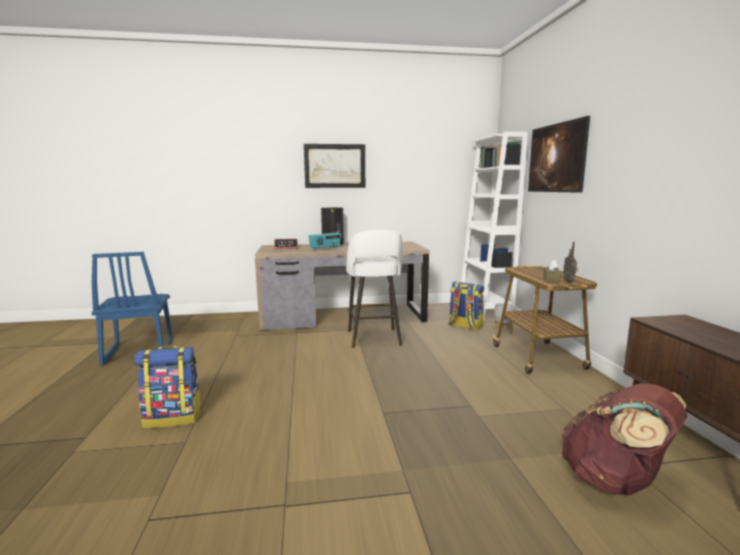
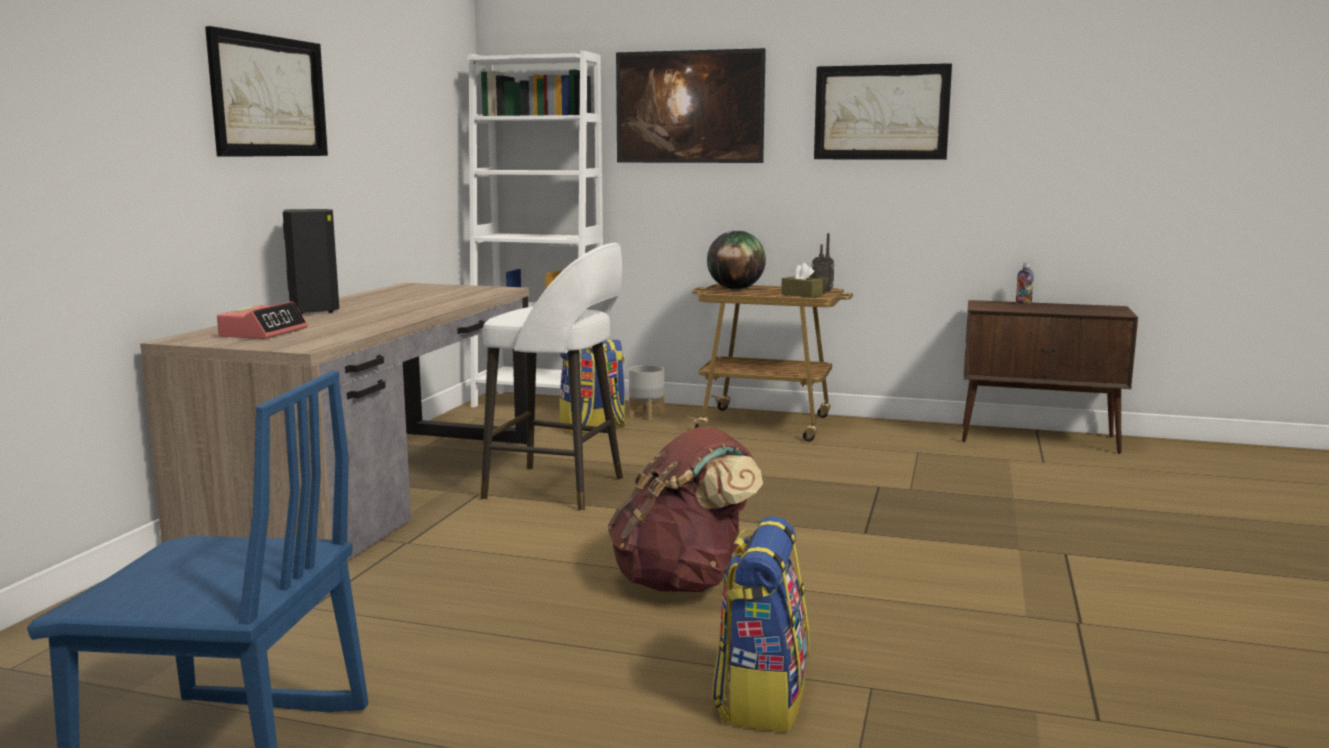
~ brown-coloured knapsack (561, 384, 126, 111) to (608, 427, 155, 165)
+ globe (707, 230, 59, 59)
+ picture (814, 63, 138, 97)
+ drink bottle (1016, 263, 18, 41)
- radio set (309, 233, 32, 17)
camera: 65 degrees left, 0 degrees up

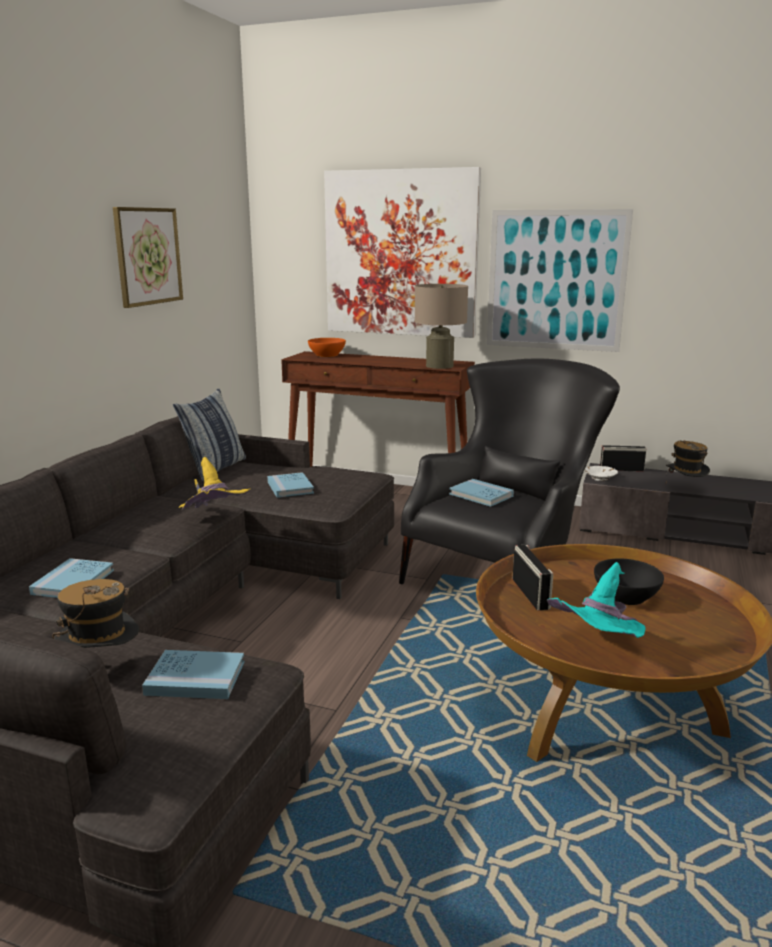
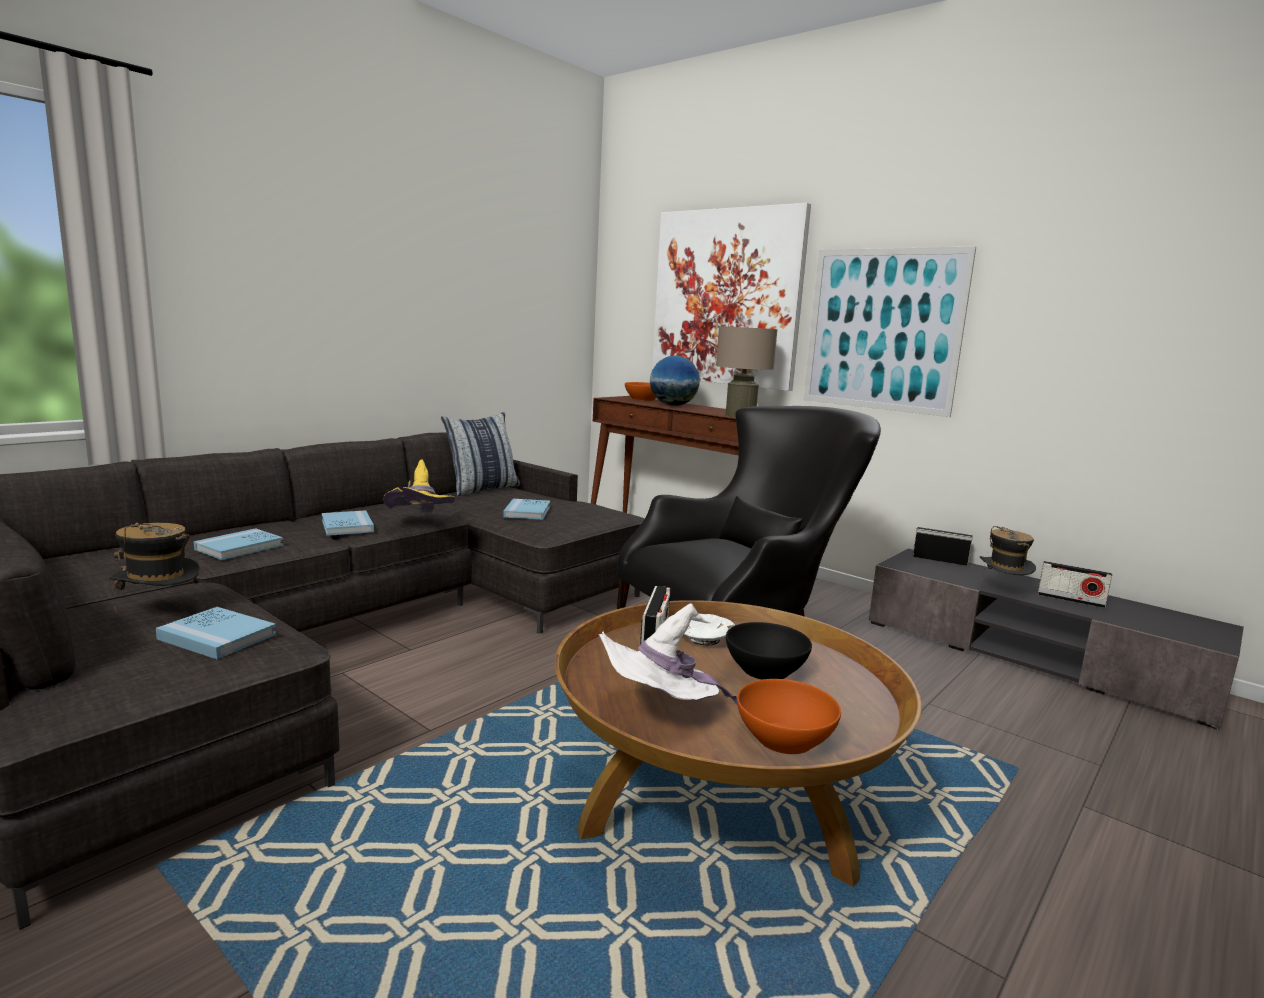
~ blue bound book (449, 479, 65, 28) to (322, 510, 52, 26)
~ turquoise-coloured hat (547, 562, 99, 76) to white hat (599, 603, 138, 101)
+ globe (650, 355, 50, 51)
~ white bowl (584, 466, 34, 15) to (684, 613, 51, 32)
+ orange-coloured bowl (737, 679, 104, 75)
+ radio set (1038, 561, 74, 47)
- picture (113, 207, 70, 101)
camera: 20 degrees right, 5 degrees down

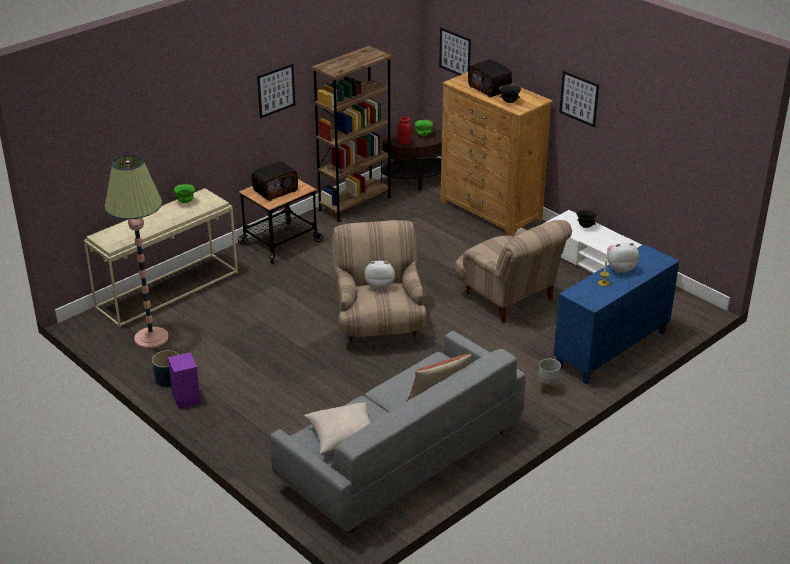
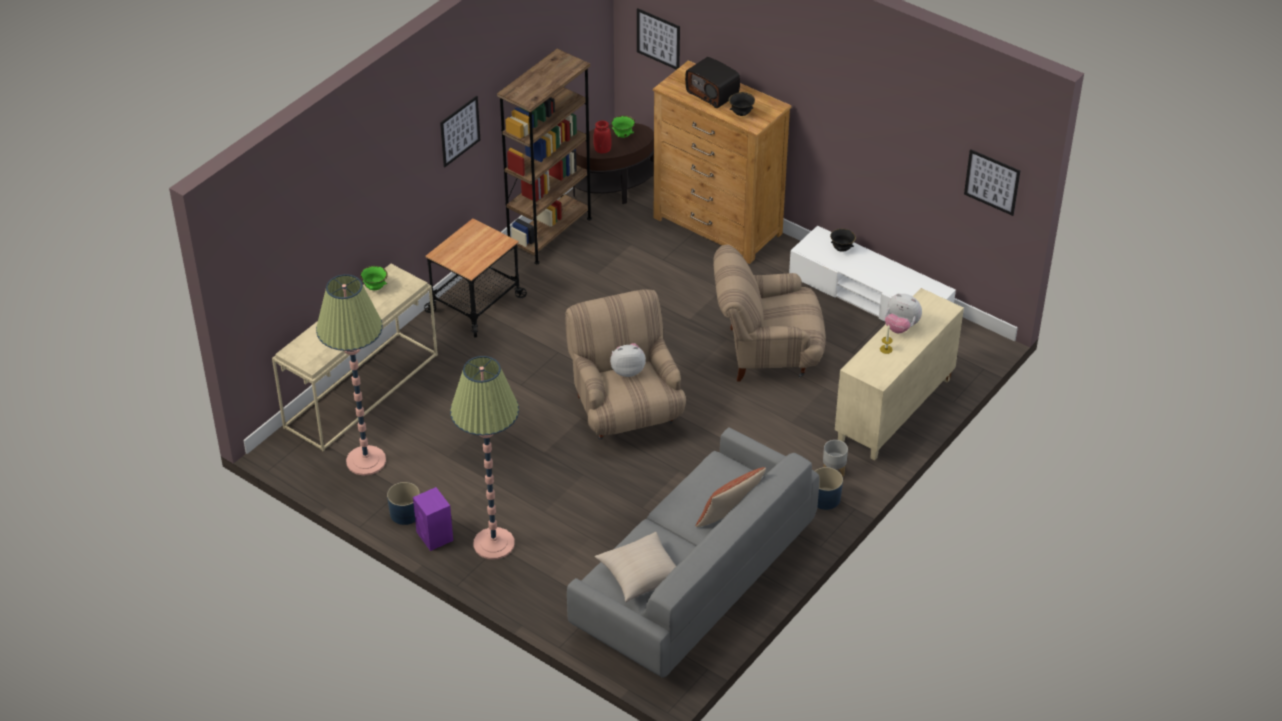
+ floor lamp (450, 356, 69, 203)
~ beige lounge chair (455, 220, 117, 103) = (713, 245, 113, 137) 135 degrees clockwise
+ blue plant pot (815, 467, 28, 43)
~ blue cupboard (554, 244, 125, 140) to beige cupboard (835, 288, 129, 173)
~ cuddly toy (607, 243, 32, 30) = (885, 293, 37, 40) 135 degrees counterclockwise
~ picture (559, 71, 40, 56) to (964, 149, 56, 67)
- radio set (252, 161, 46, 40)
camera: 10 degrees left, 10 degrees up

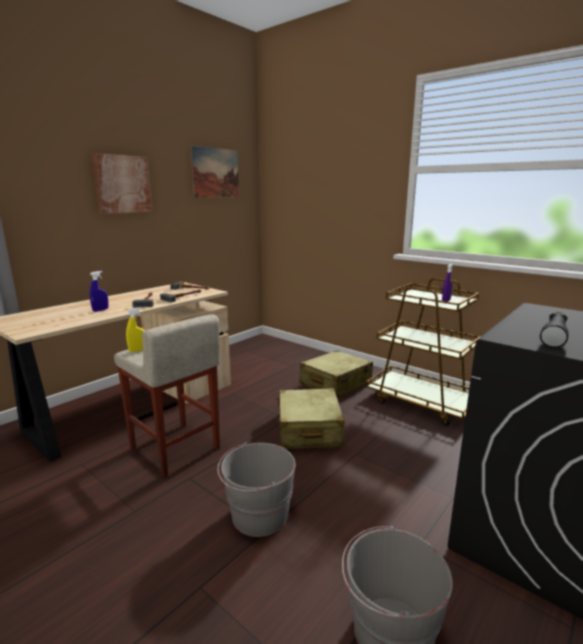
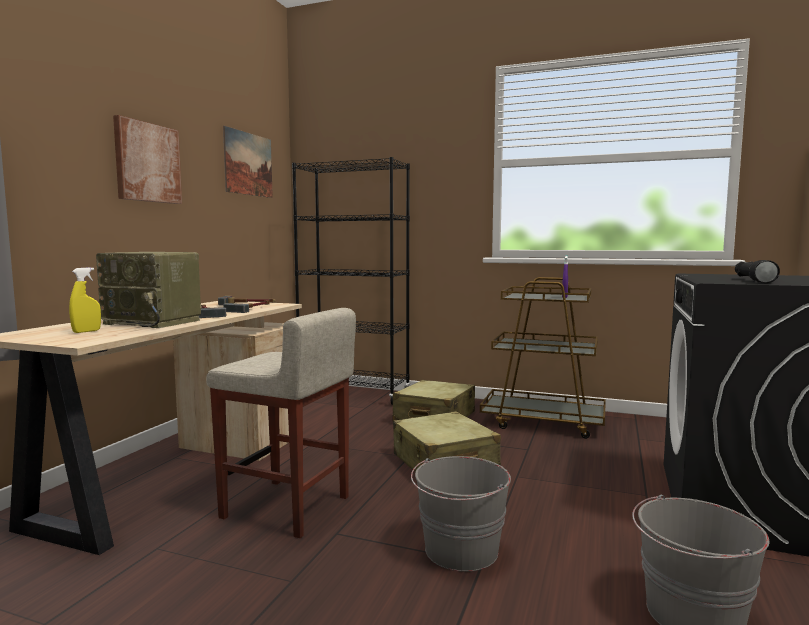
~ yellow hand sprayer (126, 308, 19, 44) to (69, 267, 32, 66)
~ blue hand sprayer (90, 271, 19, 41) to radio set (96, 252, 105, 76)
+ black-coloured shelving unit (292, 157, 118, 248)
camera: 20 degrees left, 10 degrees down

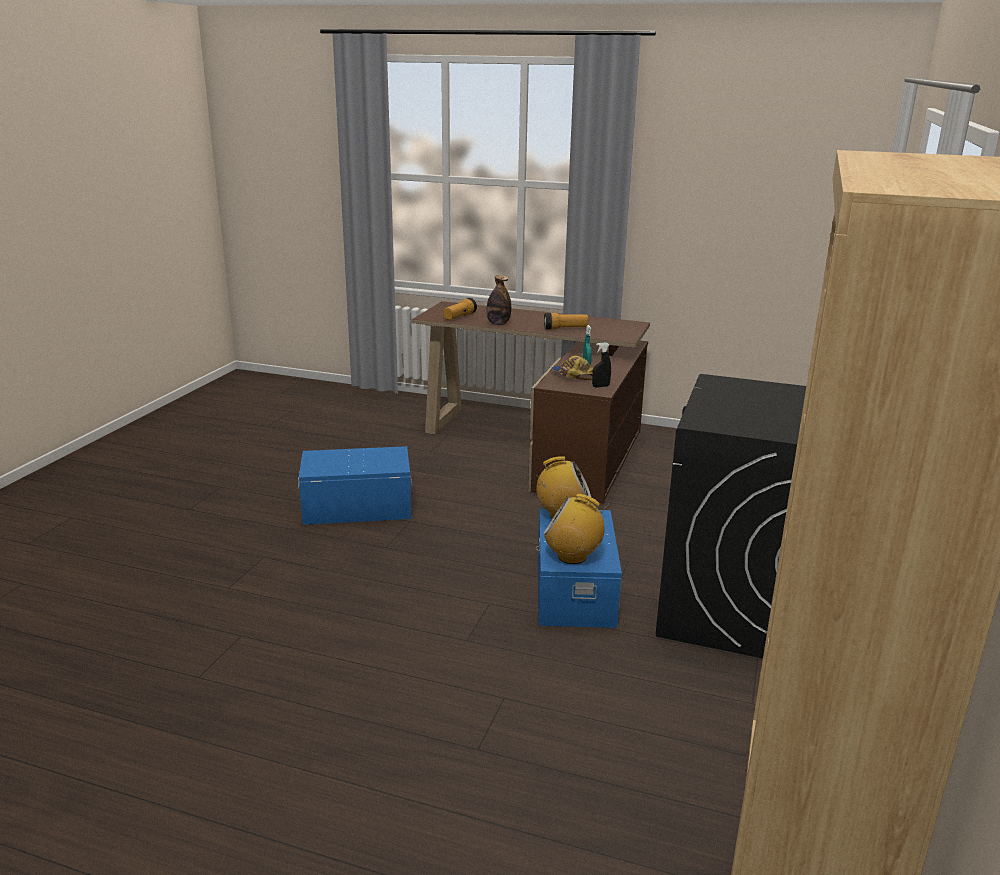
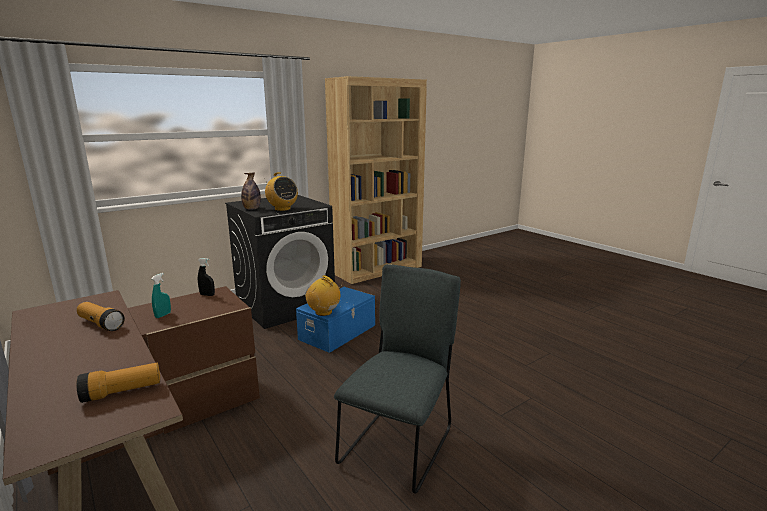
~ drink bottle (486, 275, 25, 50) to (241, 173, 20, 37)
~ radio set (543, 494, 67, 70) to (265, 172, 33, 39)
~ blue storage bin (298, 446, 115, 79) to gray chair (334, 264, 127, 230)
- baseball cap (551, 356, 42, 24)
camera: 145 degrees left, 5 degrees down

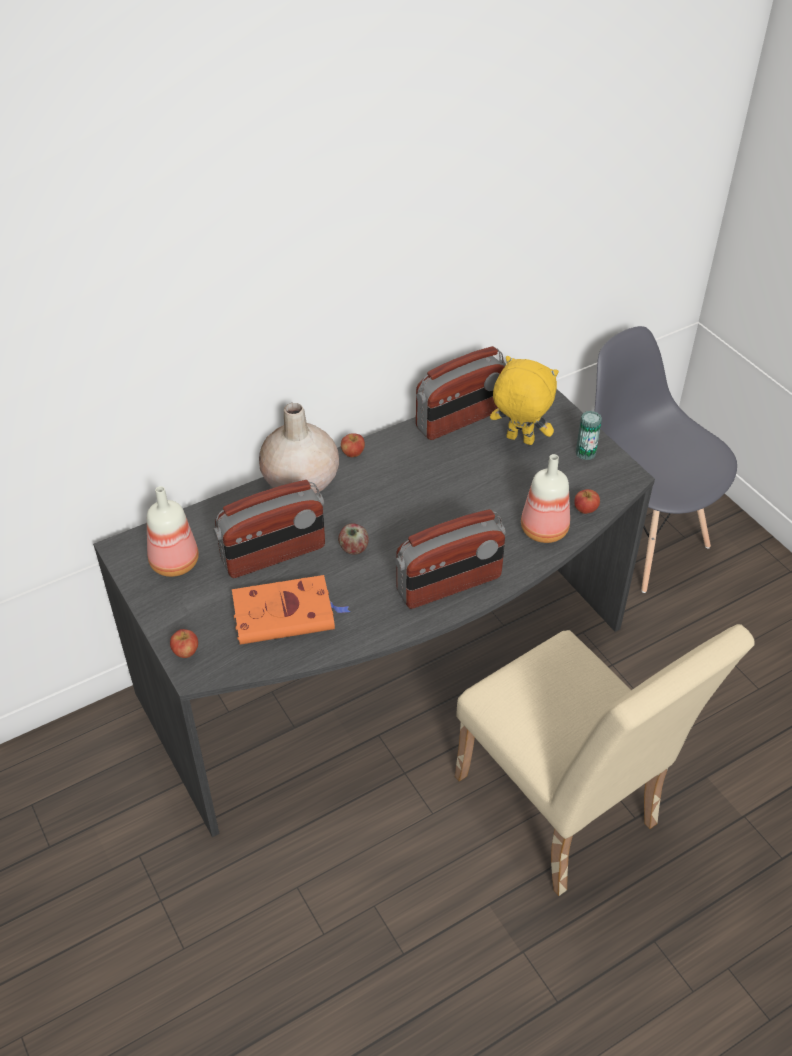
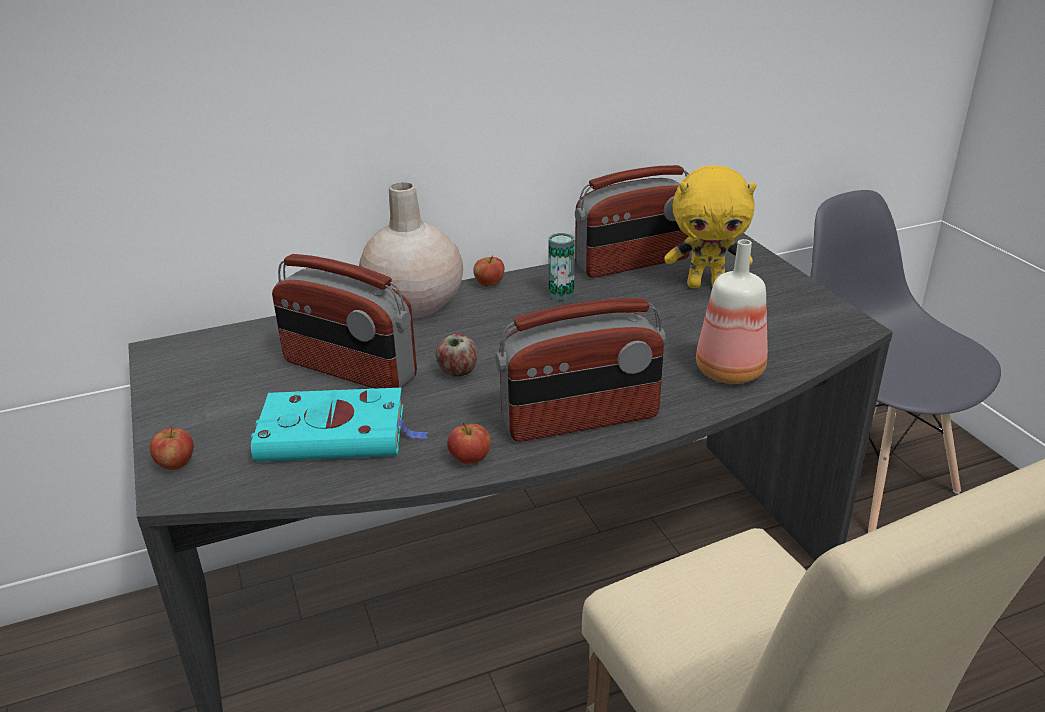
~ orange-coloured bound book (232, 575, 118, 70) to turquoise-coloured bound book (250, 388, 178, 74)
~ radio set (213, 480, 112, 98) = (272, 254, 145, 135) 45 degrees clockwise
~ whole apple (574, 489, 26, 25) to (447, 423, 44, 41)
~ metal can (576, 411, 26, 49) to (548, 233, 27, 68)
~ yellow cuddly toy (490, 356, 69, 89) = (665, 165, 92, 123) 150 degrees clockwise
- drink bottle (147, 486, 52, 91)
camera: 10 degrees right, 15 degrees down

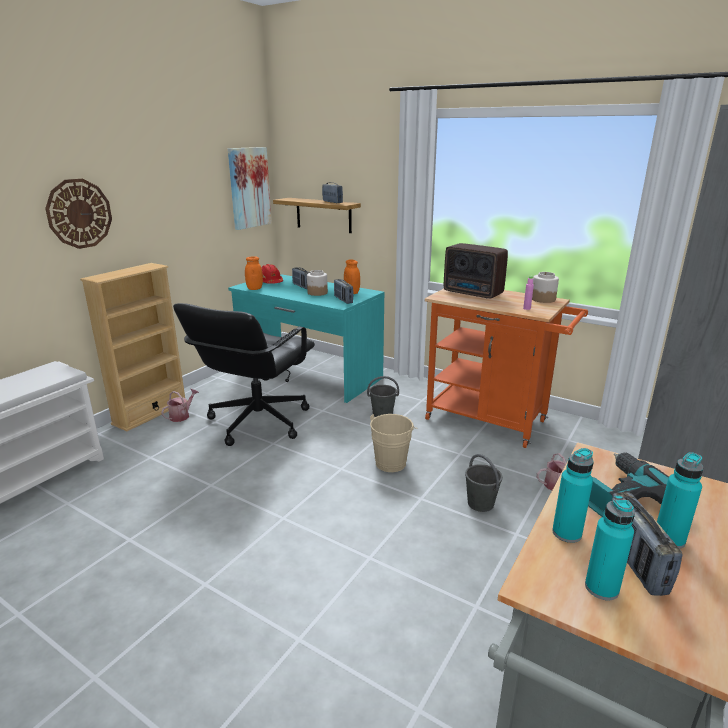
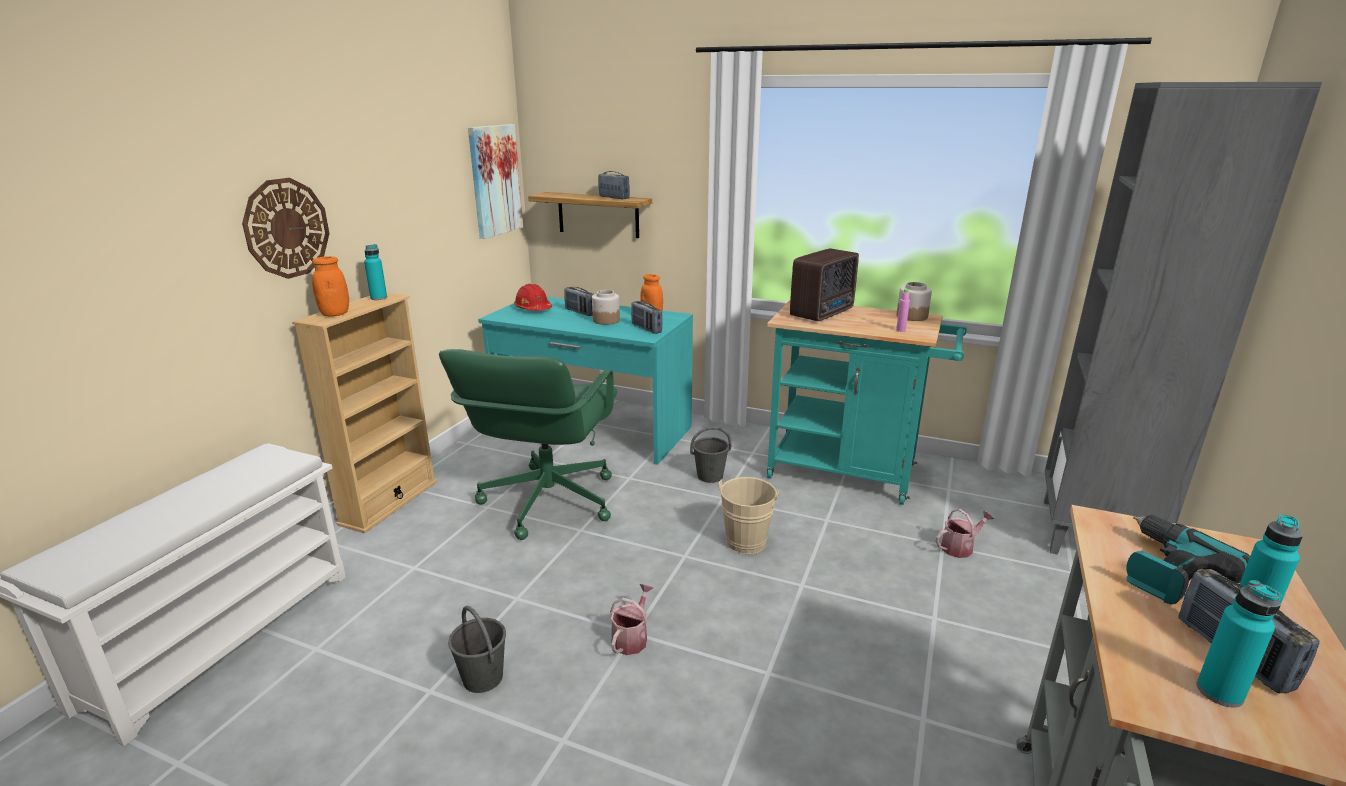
~ orange-coloured preserve jar (245, 257, 18, 33) to (312, 256, 37, 60)
~ turquoise-coloured drink bottle (552, 448, 42, 95) to (364, 244, 23, 56)
~ black-coloured computer chair (173, 303, 142, 143) to green computer chair (439, 349, 178, 191)
~ gray bucket (465, 454, 38, 58) to (448, 606, 58, 87)
~ watering can (161, 389, 38, 33) to (610, 584, 44, 71)
~ orange-coloured trolley (425, 289, 163, 159) to turquoise-coloured trolley (767, 300, 200, 205)
~ radio set (444, 243, 64, 55) = (790, 249, 69, 72) 75 degrees counterclockwise
camera: 10 degrees left, 0 degrees up

